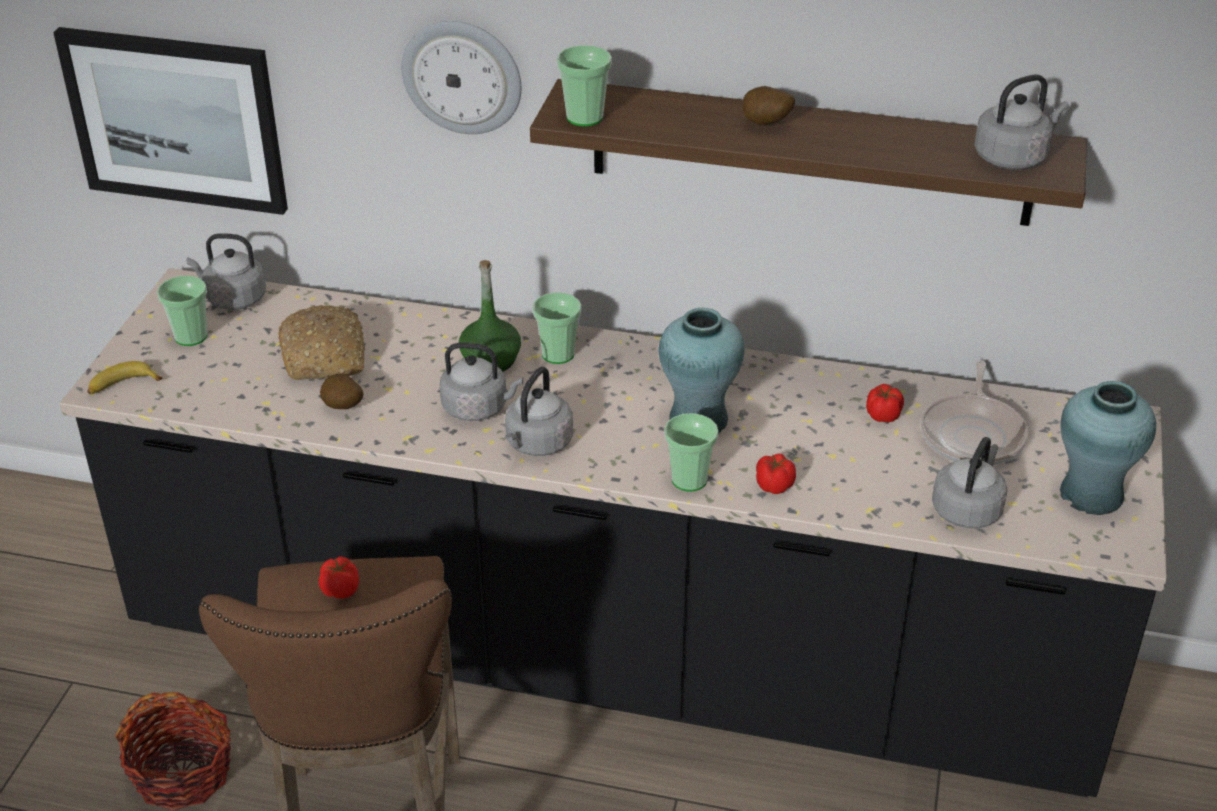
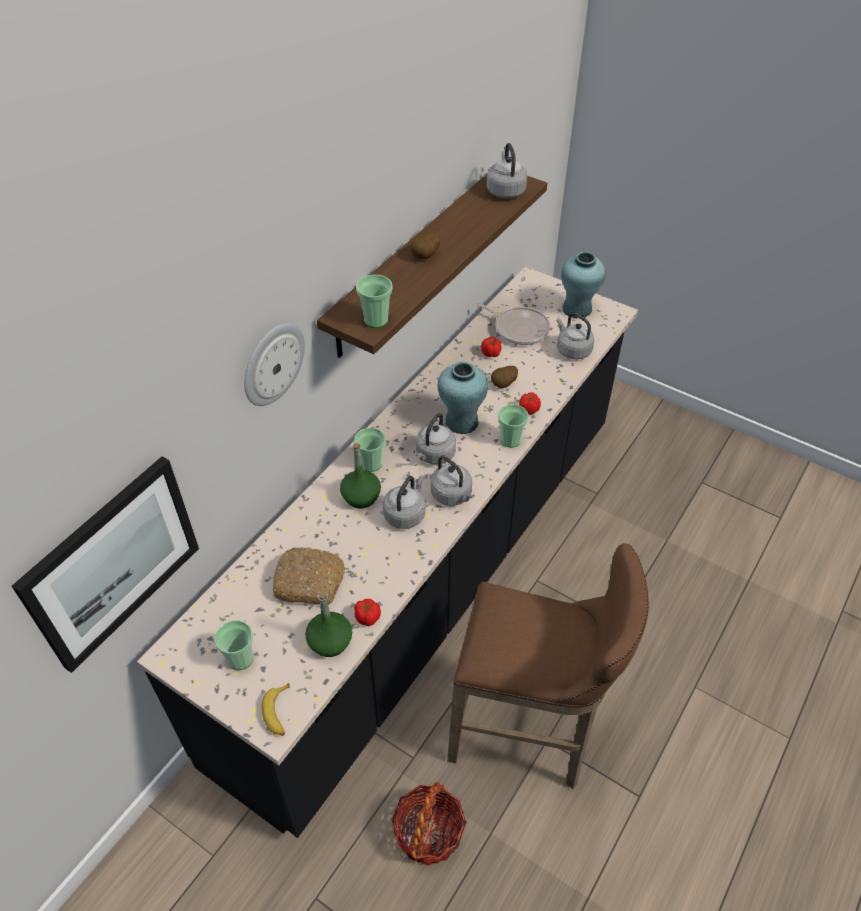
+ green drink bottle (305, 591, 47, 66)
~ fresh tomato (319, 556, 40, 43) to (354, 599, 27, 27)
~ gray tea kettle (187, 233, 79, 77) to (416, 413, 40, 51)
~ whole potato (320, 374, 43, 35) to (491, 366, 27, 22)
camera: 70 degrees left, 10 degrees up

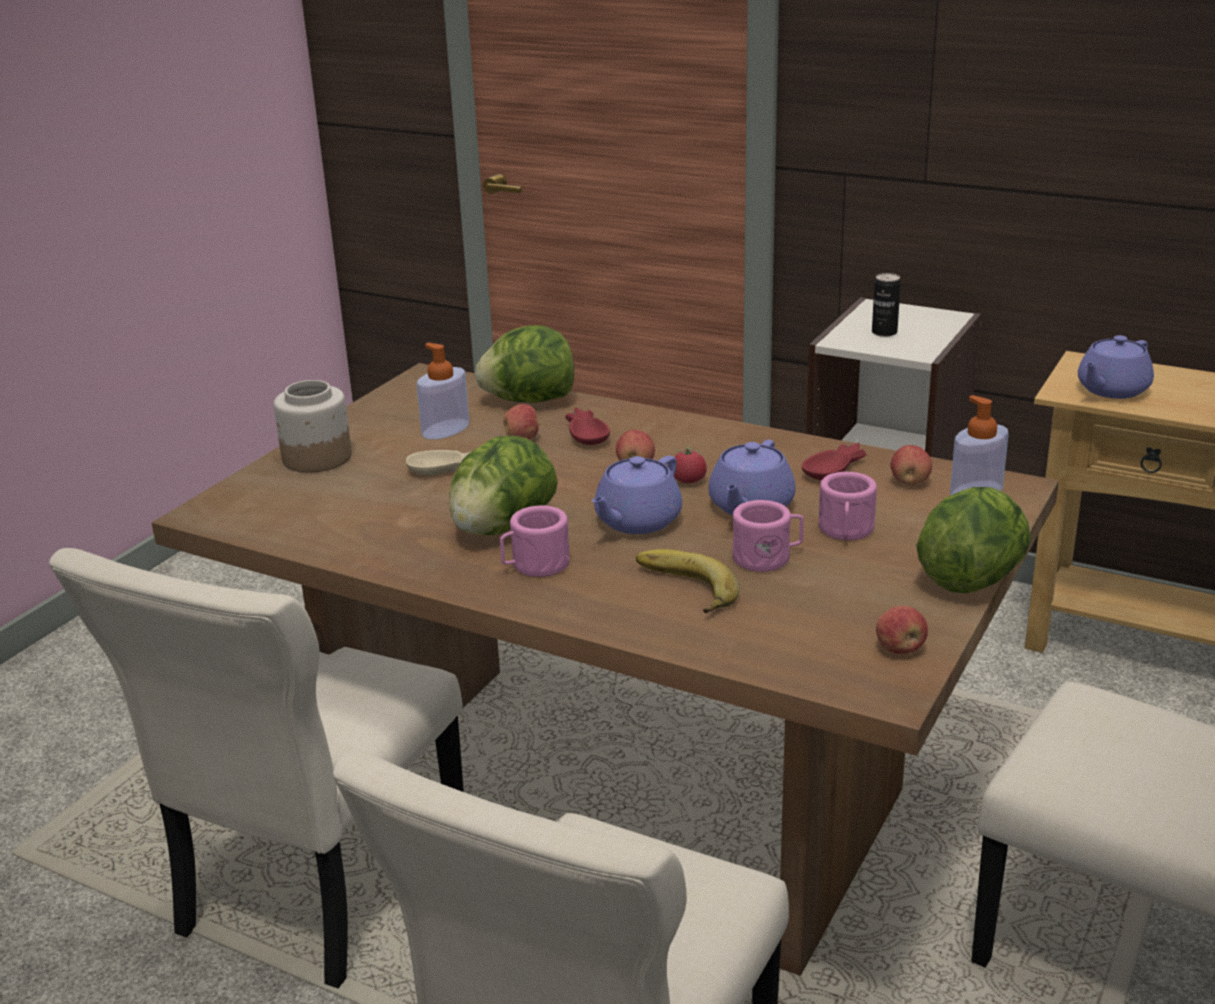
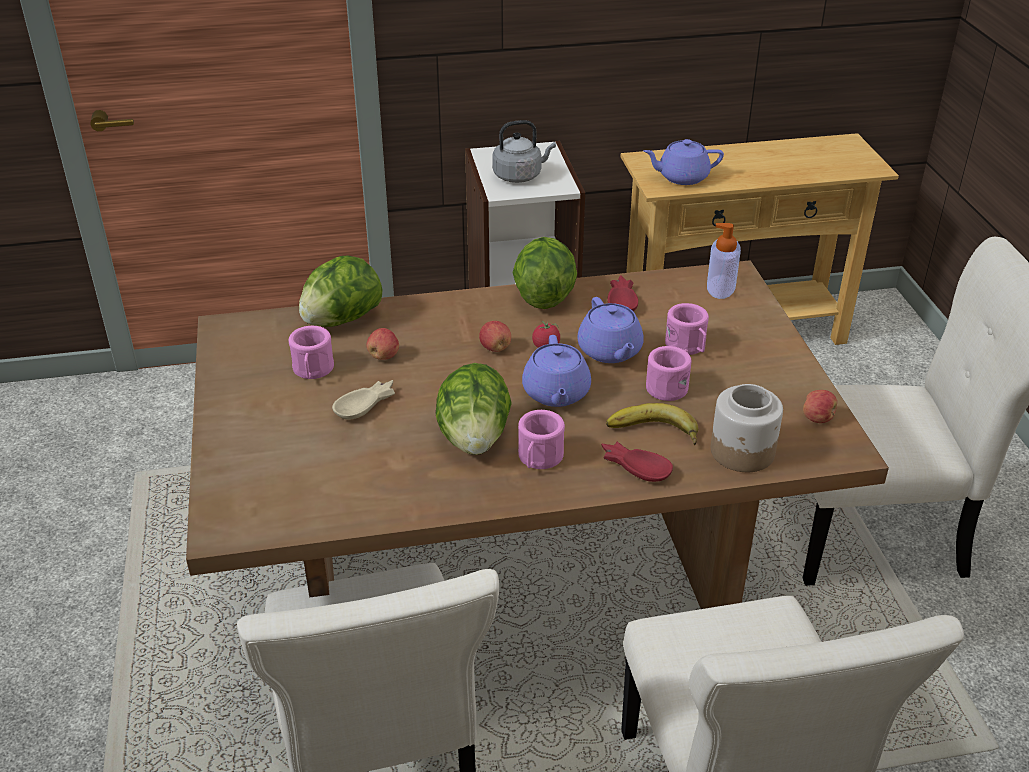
~ liquid soap bottle (417, 343, 52, 97) to pink-coloured coffee mug (289, 326, 45, 53)
~ metal can (872, 273, 29, 64) to gray tea kettle (492, 120, 64, 63)
~ lettuce head (916, 487, 115, 106) to (513, 237, 64, 72)
~ reddish bowl (565, 407, 45, 38) to (601, 442, 72, 40)
~ purple pot for tea (1078, 335, 76, 64) = (643, 139, 81, 46) 75 degrees clockwise
~ preserve jar (274, 380, 78, 93) to (711, 384, 72, 88)
- whole apple (891, 445, 41, 40)
camera: 40 degrees left, 10 degrees up

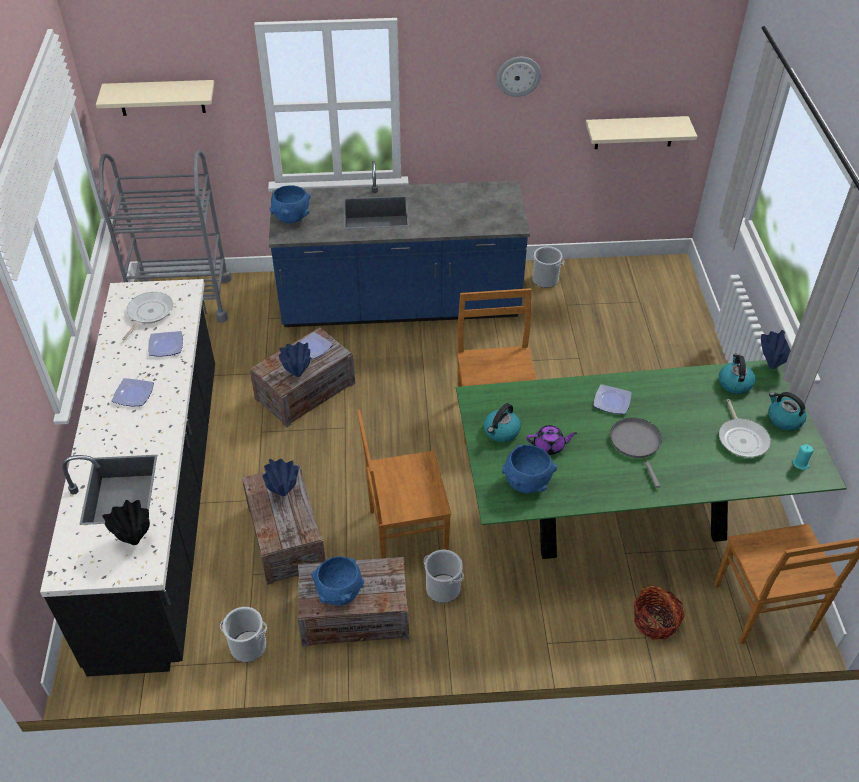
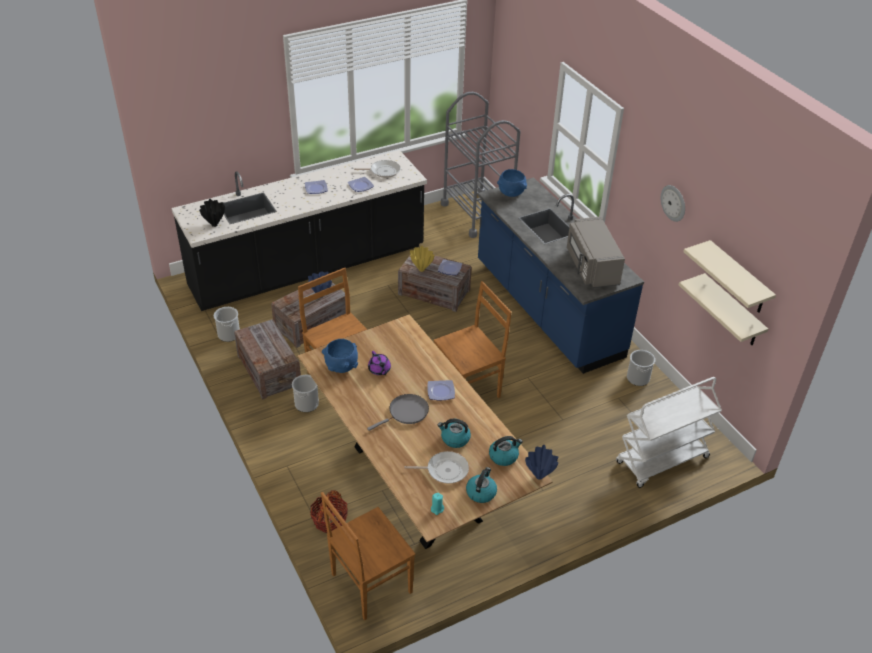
~ green dinner table (456, 360, 391, 199) to brown-coloured dinner table (297, 314, 256, 235)
~ skillet (719, 399, 52, 58) = (404, 451, 65, 33) 150 degrees counterclockwise
~ blue vase (278, 342, 32, 35) to yellow vase (410, 246, 25, 26)
~ tea kettle (484, 403, 37, 39) to (438, 419, 33, 29)
+ gray microwave oven (567, 216, 58, 72)
+ white trolley (616, 377, 106, 111)
~ beige shelf (96, 80, 118, 36) to (683, 240, 93, 73)
- blue bowl (311, 556, 53, 50)
camera: 65 degrees right, 5 degrees down

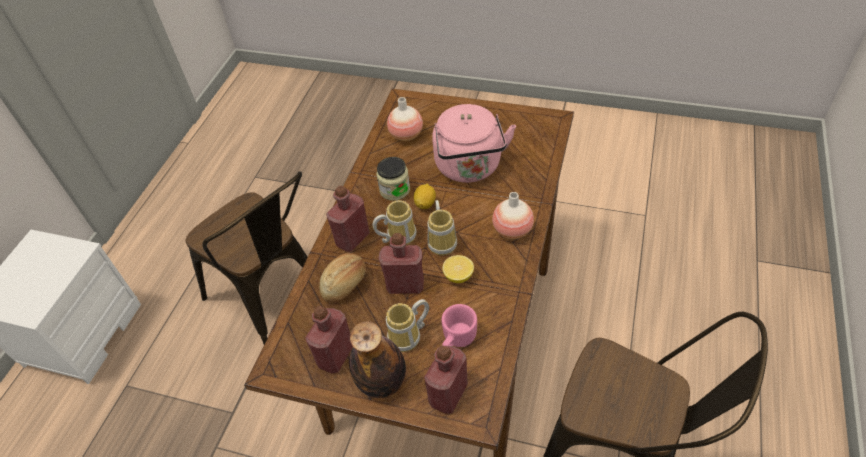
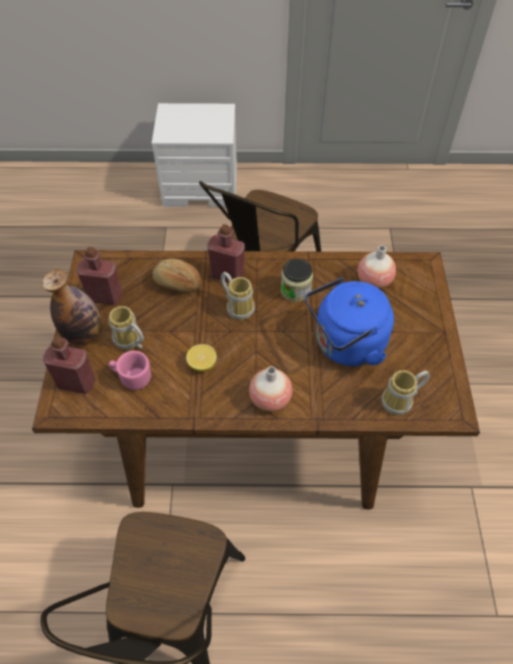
~ pink-coloured tea kettle (432, 104, 84, 79) to blue tea kettle (305, 277, 89, 89)
~ coffee mug (428, 200, 29, 55) to (381, 370, 49, 45)
- reddish drink bottle (379, 233, 45, 61)
- citrus fruit (414, 184, 22, 25)
camera: 70 degrees right, 5 degrees up

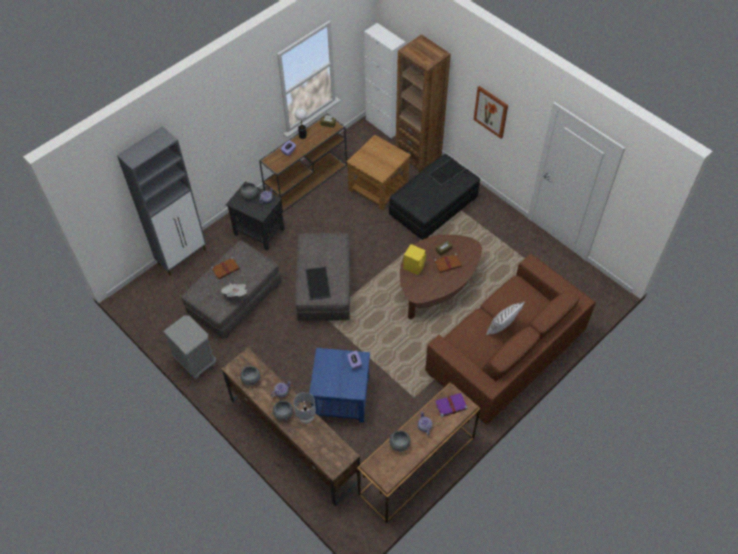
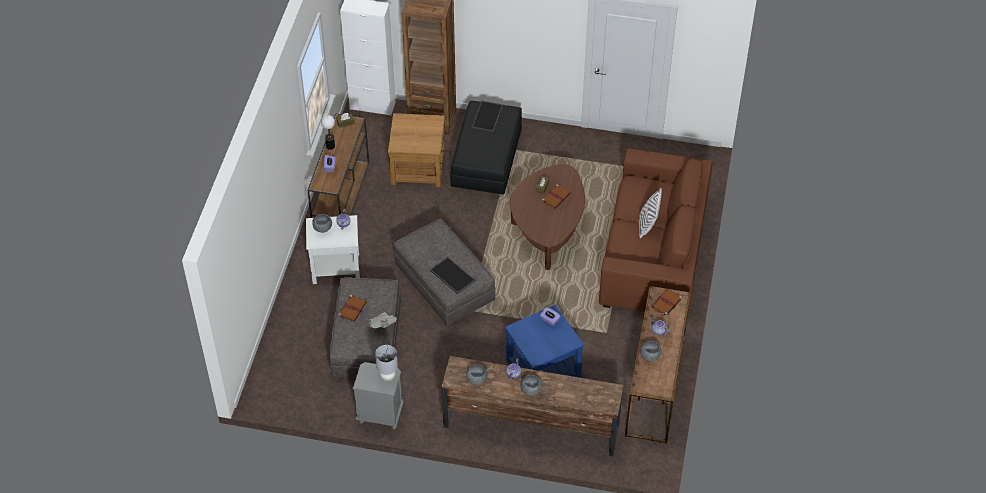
~ black-coloured side table (226, 182, 58, 69) to white side table (306, 215, 54, 69)
~ gray lamp for a table (294, 392, 22, 32) to (375, 345, 23, 36)
~ purple bound book (435, 393, 32, 24) to brown-coloured bound book (651, 289, 31, 28)
- gray cupboard (117, 126, 89, 150)
- yellow audio speaker (403, 244, 23, 31)
- picture (474, 86, 34, 53)
camera: 35 degrees left, 5 degrees down

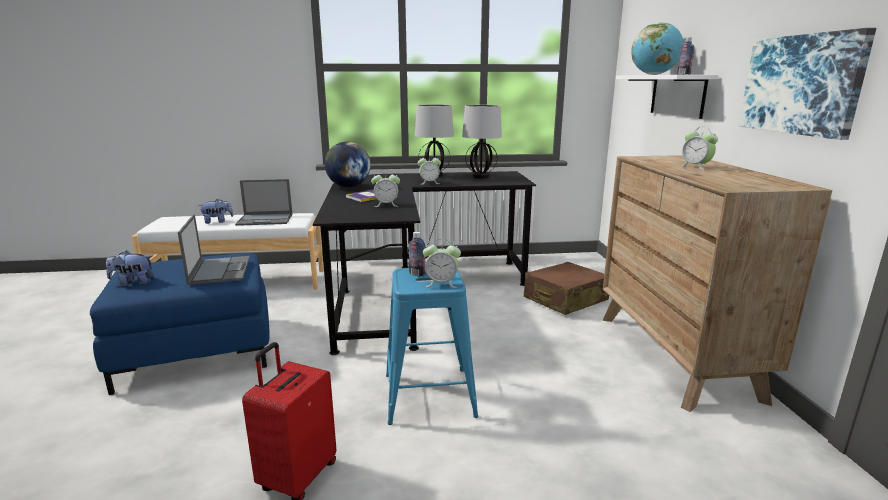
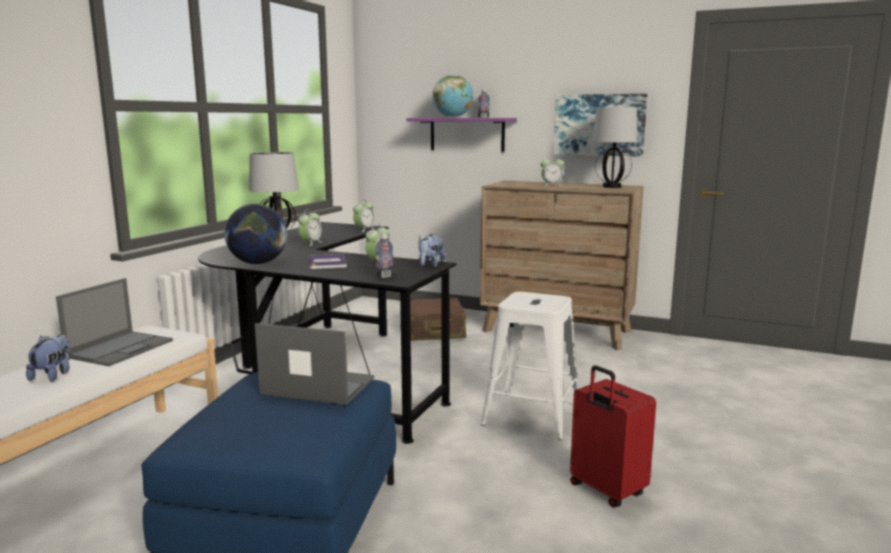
~ bedside clock (423, 239, 38, 49) to (353, 199, 22, 33)
~ drink bottle (409, 232, 17, 44) to (376, 233, 17, 45)
~ white shelf (616, 75, 103, 44) to purple shelf (407, 118, 110, 34)
~ cuddly toy (106, 250, 48, 36) to (419, 234, 27, 34)
~ blue sitting stool (386, 268, 92, 157) to white sitting stool (481, 292, 97, 148)
~ lamp for a table (462, 105, 40, 74) to (592, 107, 46, 81)
camera: 60 degrees left, 5 degrees down

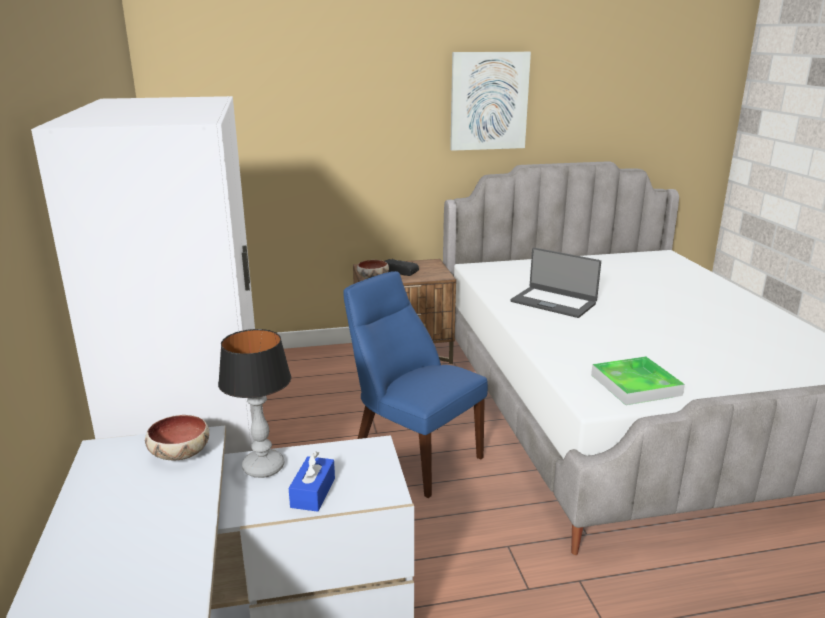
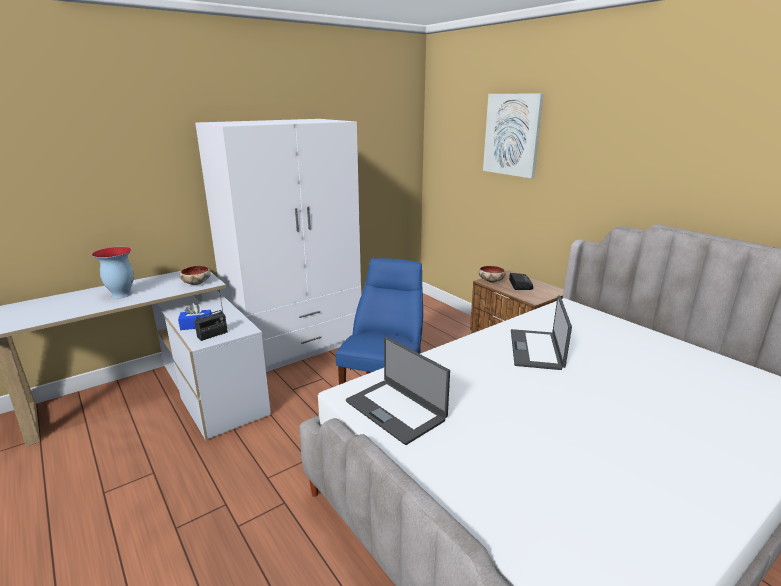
+ vase (92, 247, 42, 51)
+ radio set (194, 295, 34, 46)
~ carrying tray (591, 356, 94, 49) to laptop (346, 337, 104, 108)
~ picture (450, 52, 81, 99) to (483, 94, 61, 84)
- lamp for a table (218, 329, 73, 149)
camera: 65 degrees right, 0 degrees up

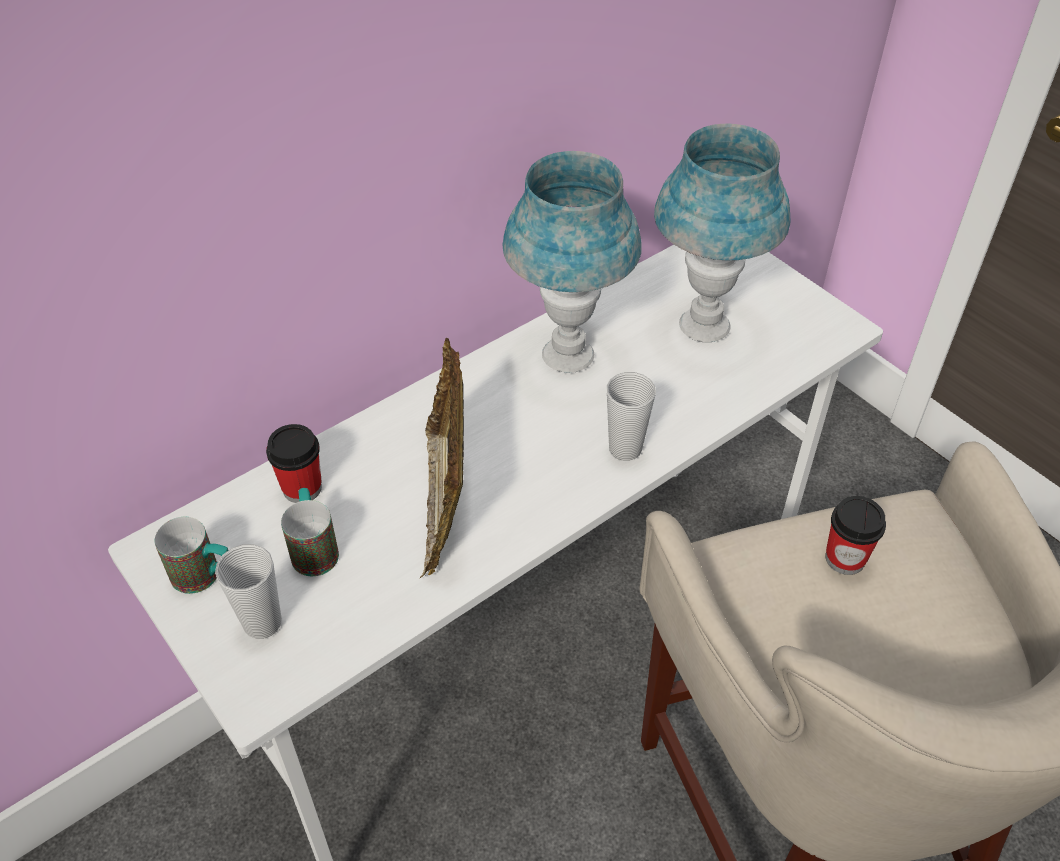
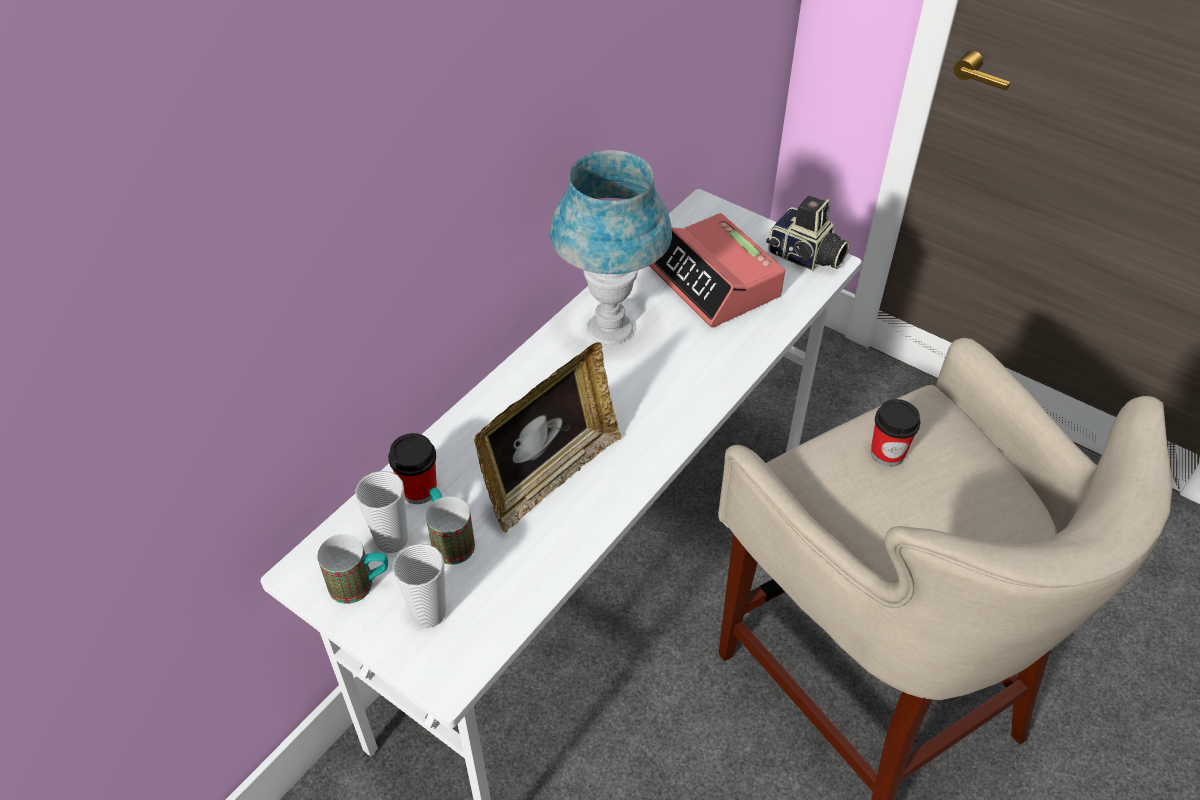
~ cup (606, 372, 50, 89) to (355, 471, 53, 82)
~ photo frame (420, 338, 44, 240) = (474, 342, 148, 191) 120 degrees counterclockwise
~ blue lamp for a table (654, 124, 136, 218) to bedside clock (650, 213, 135, 115)
+ photo camera (766, 196, 84, 75)
camera: 15 degrees left, 0 degrees up

